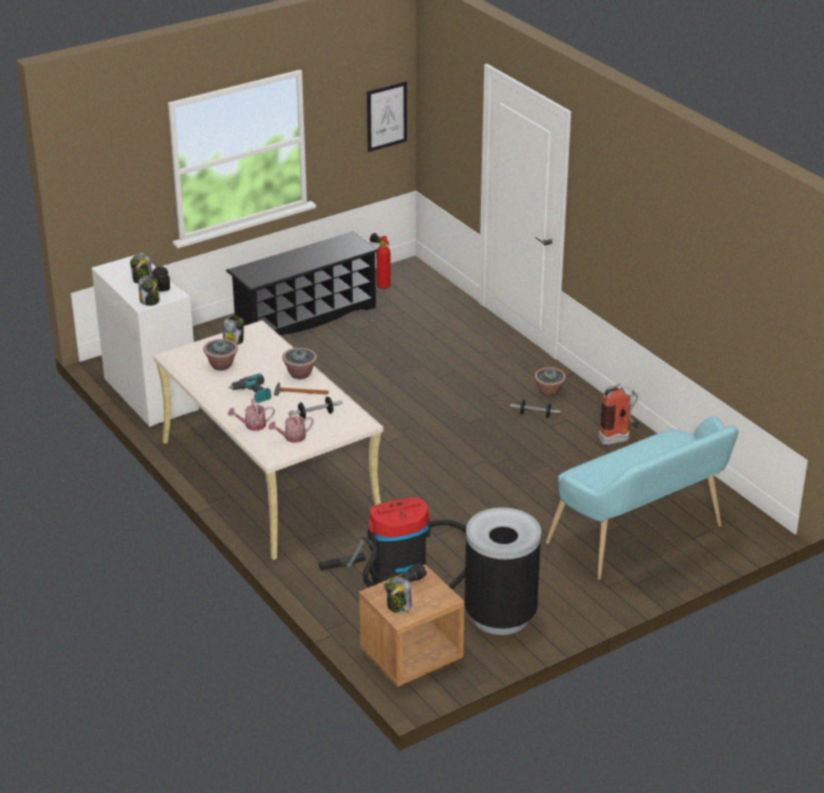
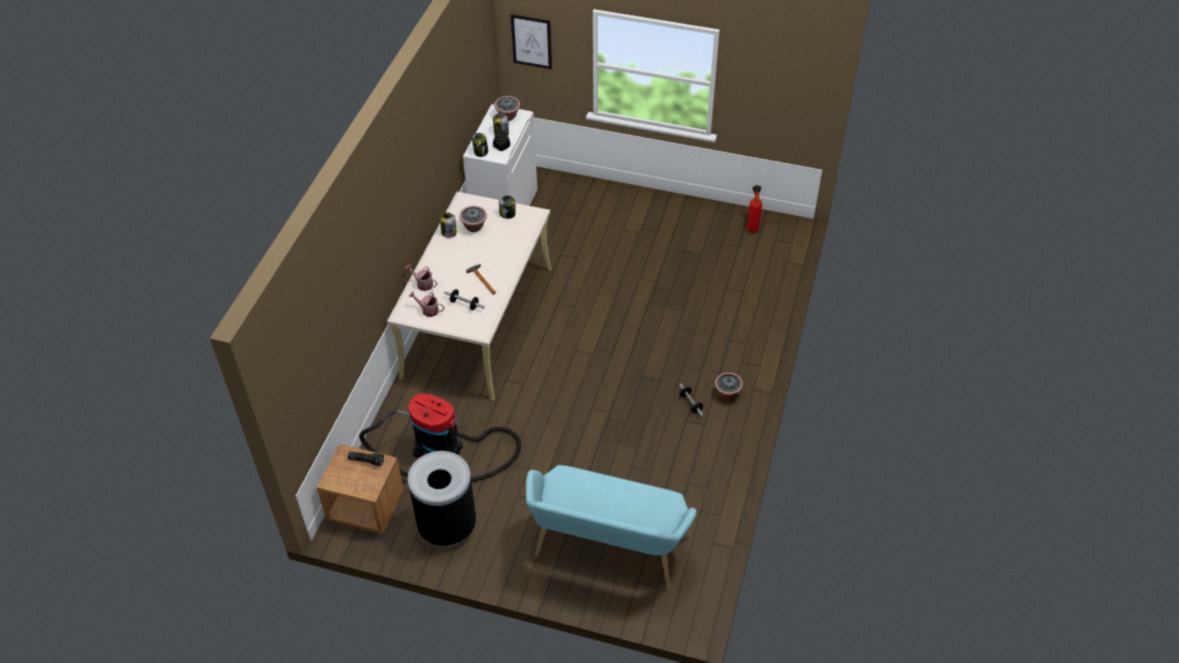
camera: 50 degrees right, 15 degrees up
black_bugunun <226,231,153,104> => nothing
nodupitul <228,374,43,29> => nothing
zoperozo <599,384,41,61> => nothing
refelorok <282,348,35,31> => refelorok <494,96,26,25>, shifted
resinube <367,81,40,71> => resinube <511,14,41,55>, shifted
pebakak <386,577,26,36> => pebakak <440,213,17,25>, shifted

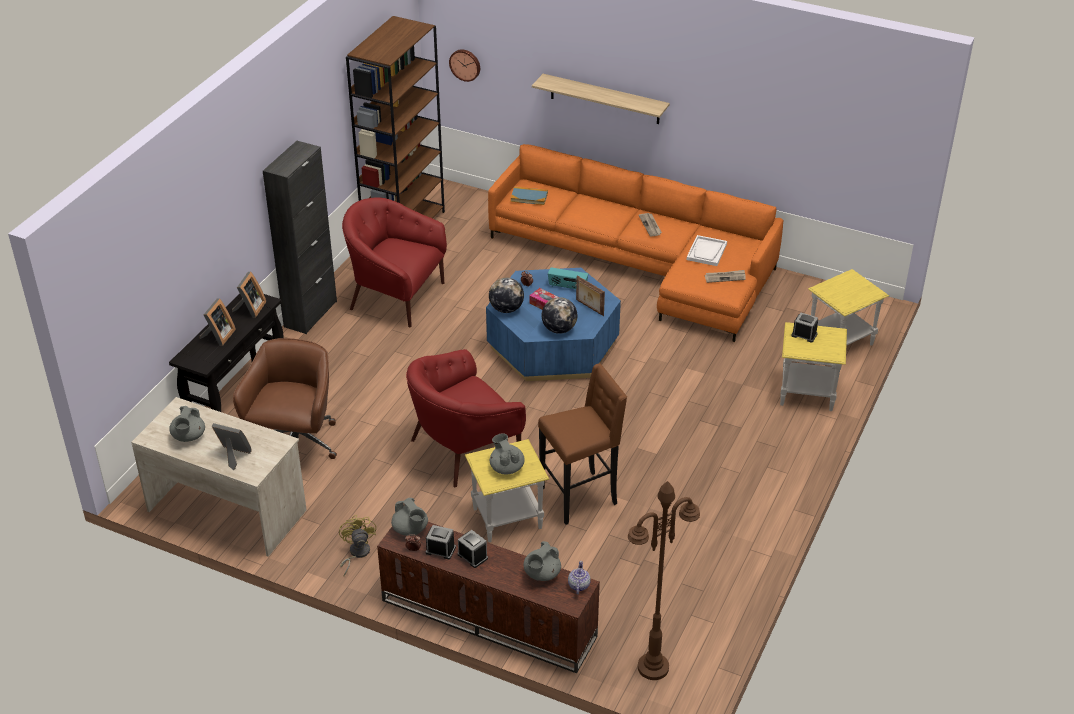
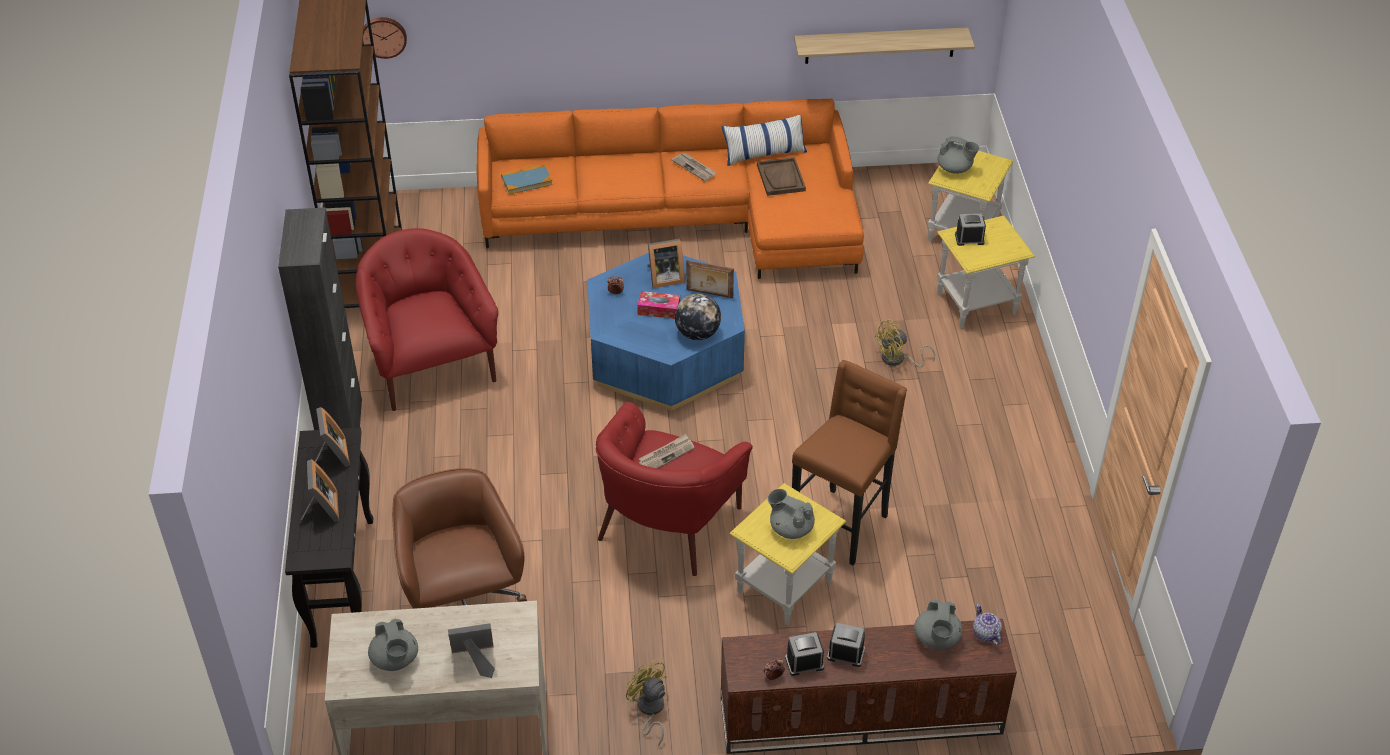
camera: 30 degrees left, 5 degrees up
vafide <489,278,35,35> => nothing
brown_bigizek <628,481,72,199> => nothing
nothing => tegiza <722,115,85,51>
nothing => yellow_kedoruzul <874,319,61,48>
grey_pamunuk <391,498,37,38> => grey_pamunuk <938,136,41,38>, shifted
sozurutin <532,74,138,50> => sozurutin <794,27,181,37>, shifted
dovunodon <705,270,41,13> => dovunodon <639,434,56,34>, shifted
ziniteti <548,267,40,22> => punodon <647,239,38,49>
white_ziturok <687,235,40,31> => brown_ziturok <757,157,49,39>
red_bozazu <342,197,105,131> => red_bozazu <356,228,142,183>, 75 degrees clockwise

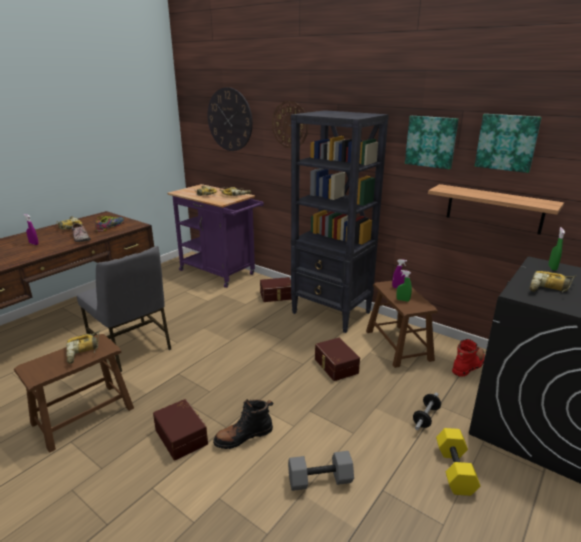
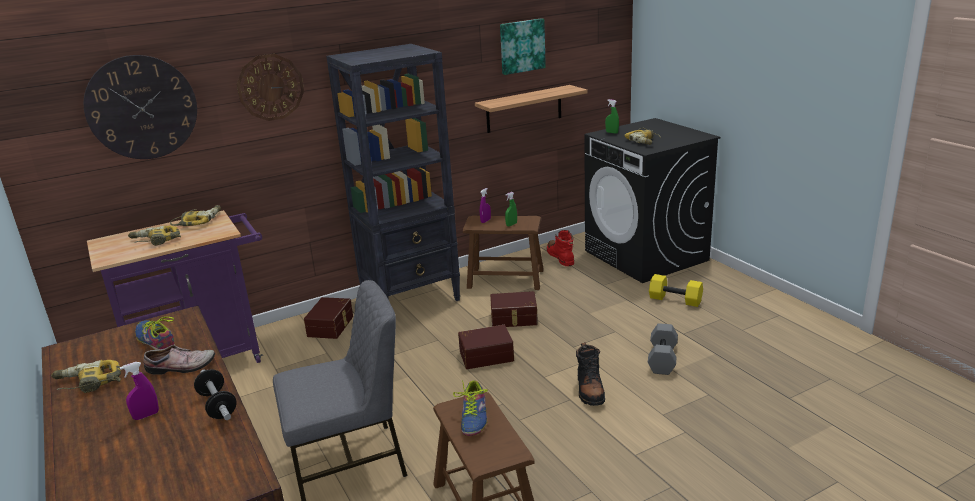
camera: 65 degrees left, 0 degrees up
resinube <405,116,54,53> => nothing
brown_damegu <153,399,55,62> => brown_damegu <458,325,56,44>, shifted
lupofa <413,392,28,38> => lupofa <194,369,43,51>, shifted
nodupitul <66,330,34,34> => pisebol <453,380,35,56>

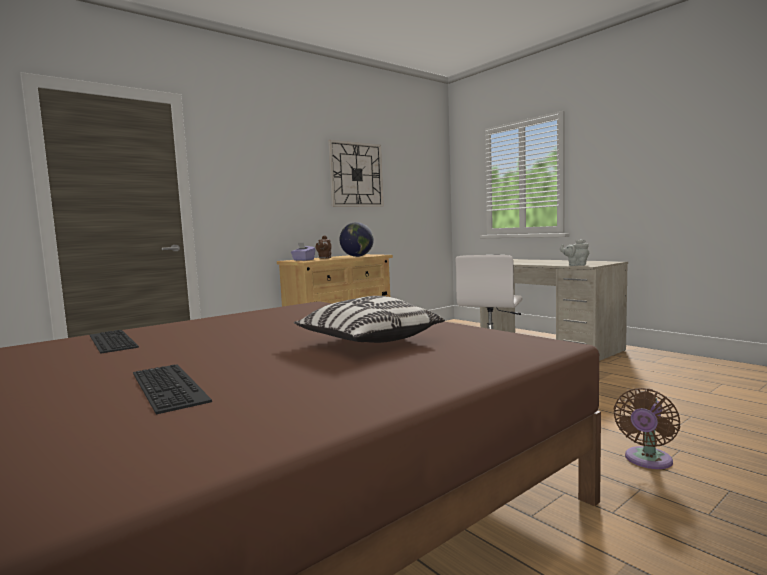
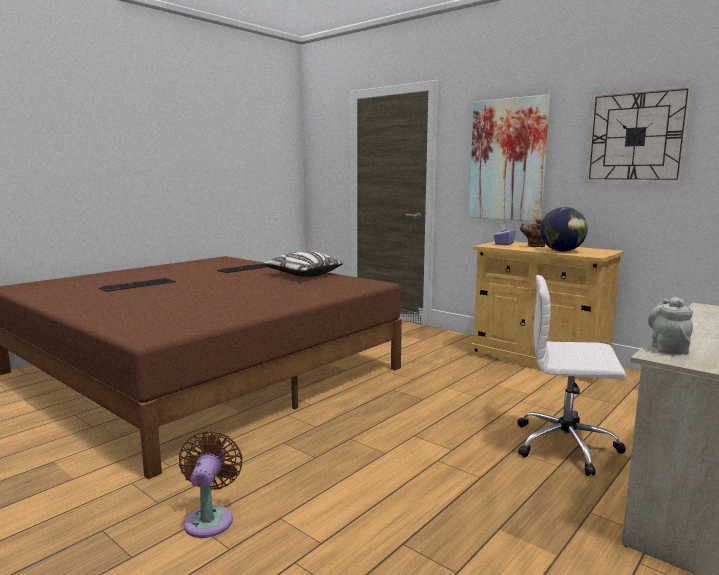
camera: 80 degrees right, 5 degrees up
nothing => resinube <469,94,81,127>
tegiza <294,296,151,47> => tegiza <262,251,81,26>, shifted
brown_kedoruzul <613,388,67,81> => brown_kedoruzul <179,431,64,107>, 60 degrees clockwise

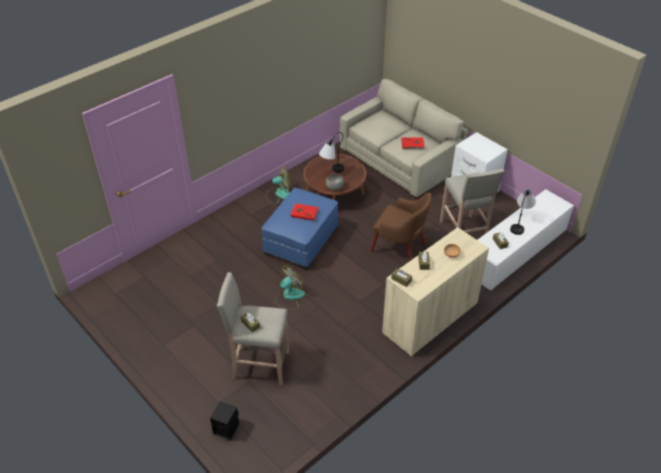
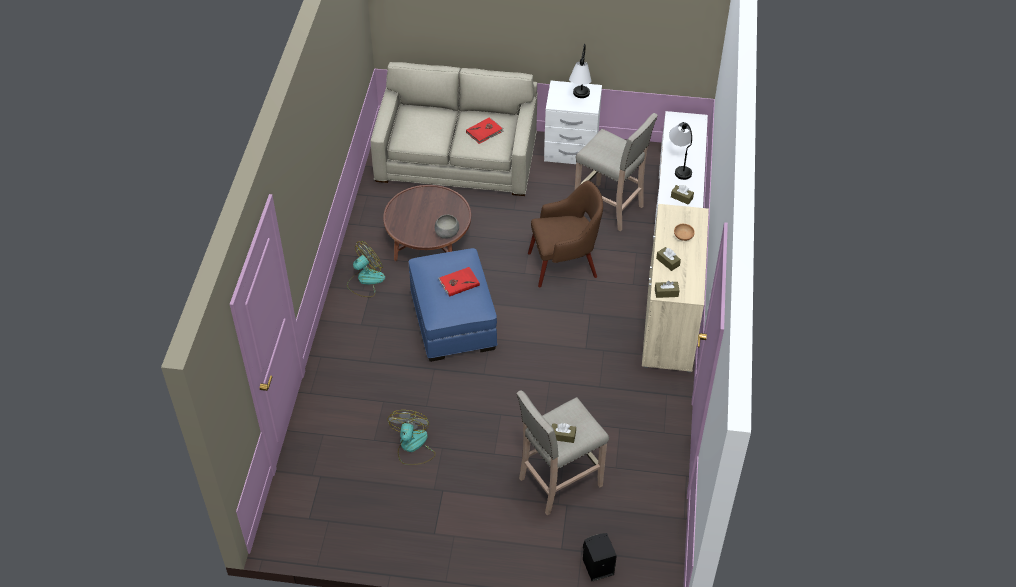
camera: 40 degrees left, 5 degrees up
kedoruzul <275,265,30,45> => kedoruzul <387,410,49,55>, shifted
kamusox <319,132,25,40> => kamusox <569,44,23,54>, shifted

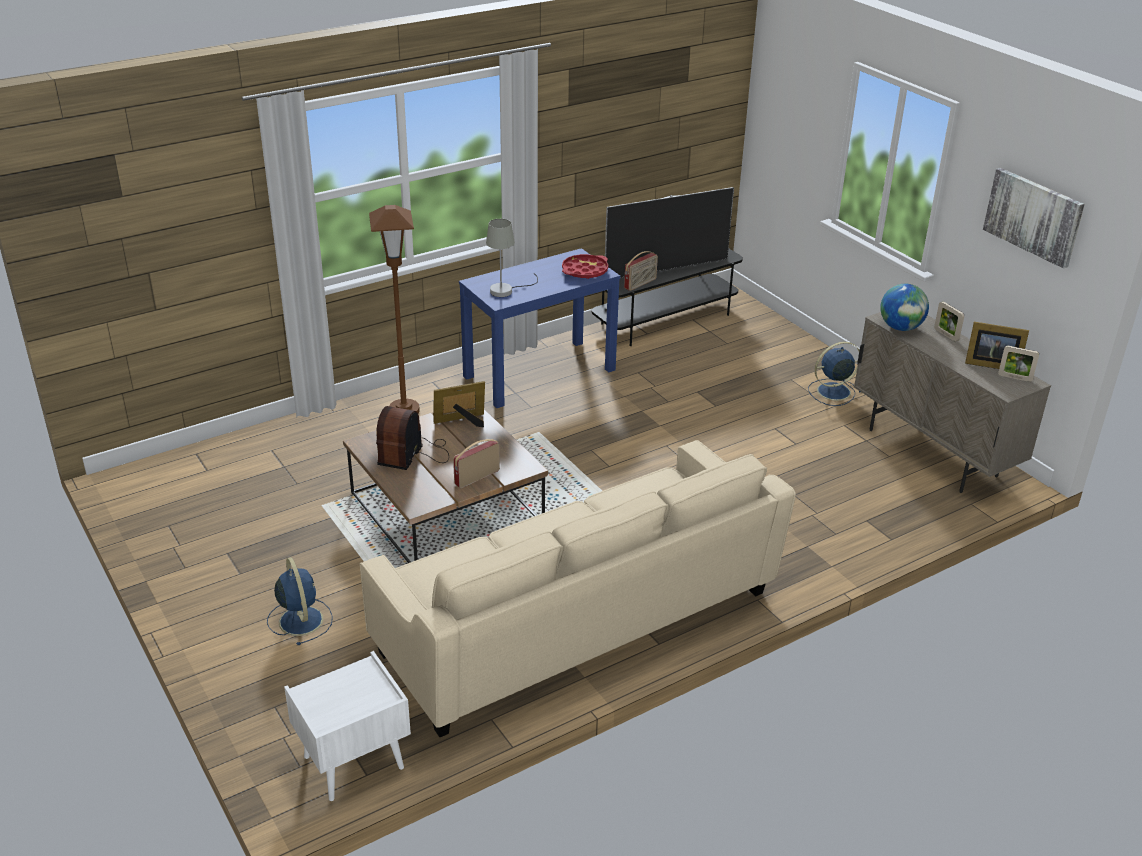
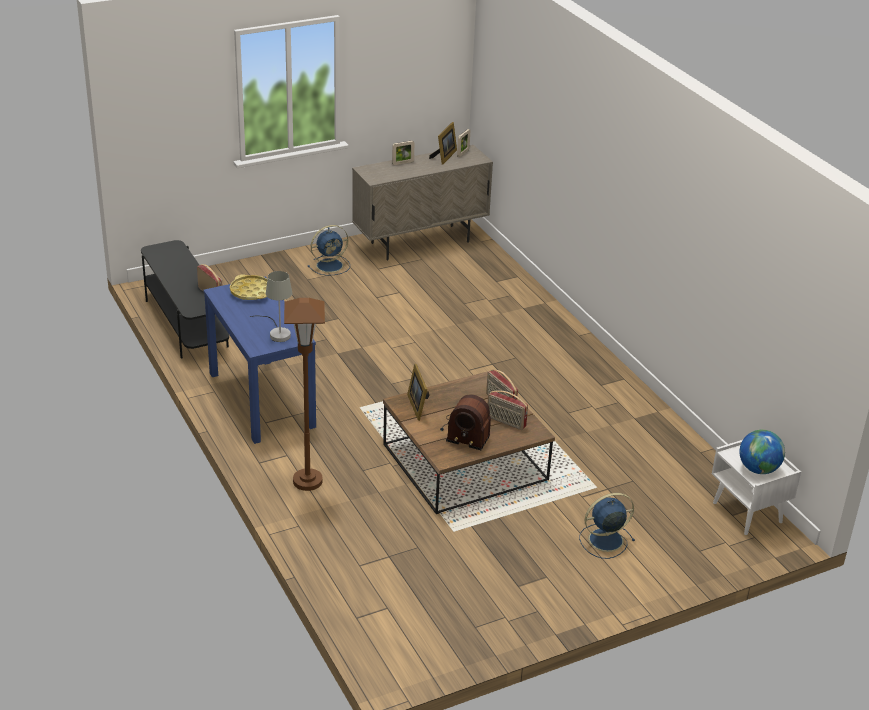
camera: 85 degrees left, 0 degrees up
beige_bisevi <360,440,436,297> => nothing
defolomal <605,187,129,91> => nothing
resinube <983,168,102,101> => nothing
nothing => ziniteti <488,390,40,40>
vafide <880,284,49,47> => vafide <739,430,46,44>, shifted
red_ziturok <562,254,46,25> => yellow_ziturok <230,275,37,25>
blue_kedoruzul <808,342,53,64> => blue_kedoruzul <308,225,42,51>, 105 degrees counterclockwise

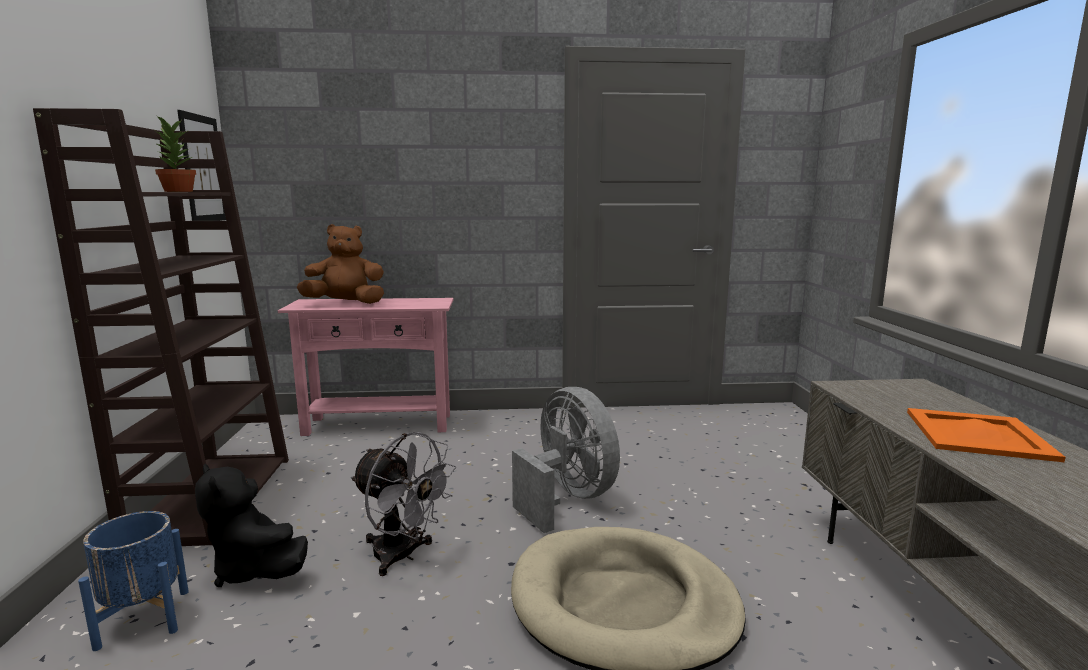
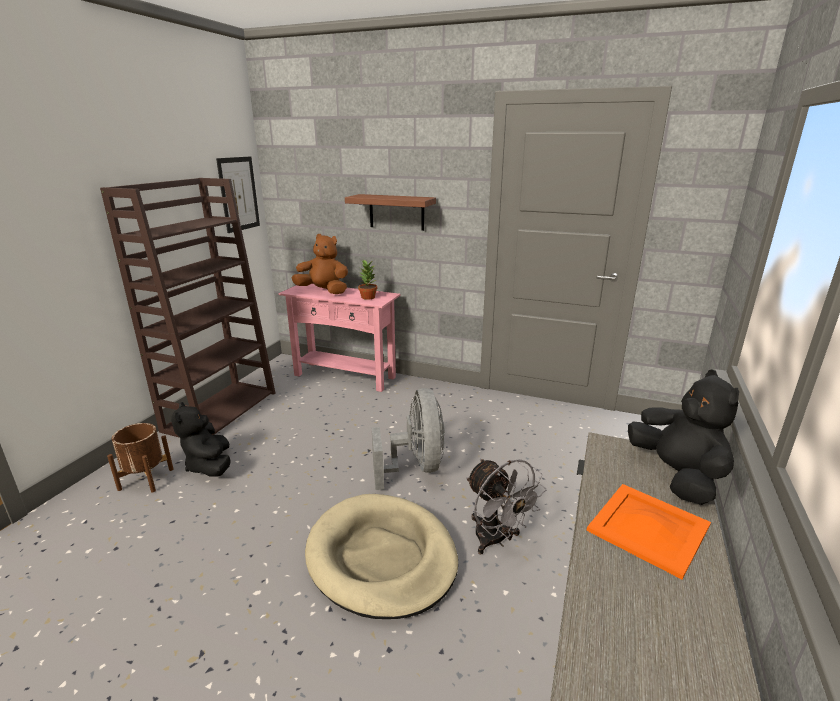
camera: 25 degrees right, 10 degrees up
nothing => sozurutin <345,194,91,37>
nothing => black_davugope <628,369,111,136>
refelorok <155,115,41,77> => refelorok <358,260,19,40>, shifted
grey_kedoruzul <351,432,105,144> => grey_kedoruzul <466,459,80,96>, shifted
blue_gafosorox <78,511,111,140> => brown_gafosorox <107,423,67,69>

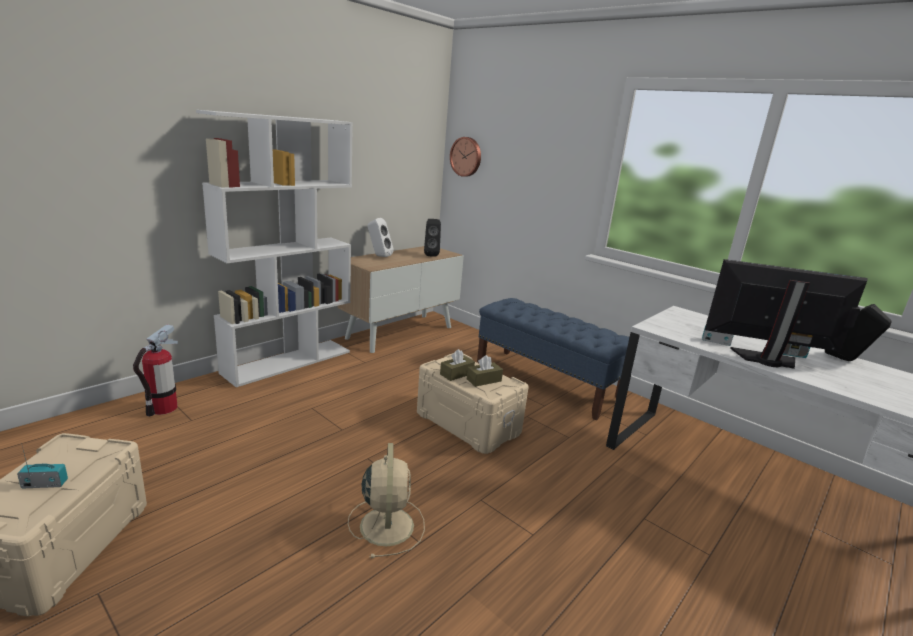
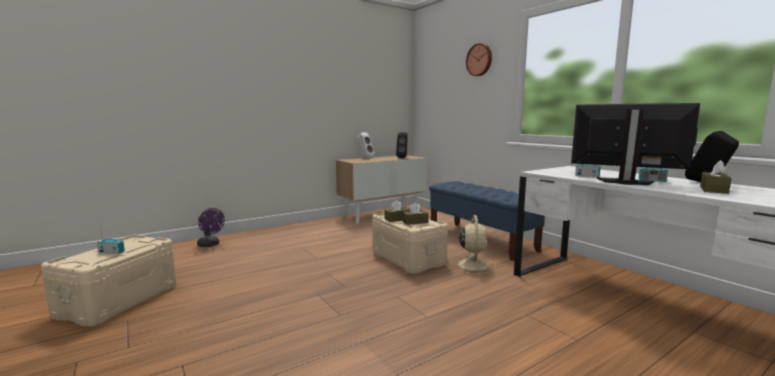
camera: 15 degrees right, 10 degrees down
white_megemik <196,110,157,277> => nothing
nothing => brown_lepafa <700,160,31,34>
beige_kedoruzul <348,443,77,115> => beige_kedoruzul <450,215,46,59>, shifted
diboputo <450,137,31,40> => diboputo <466,43,26,33>, shifted
zoperozo <133,324,45,92> => purple_kedoruzul <197,208,28,39>

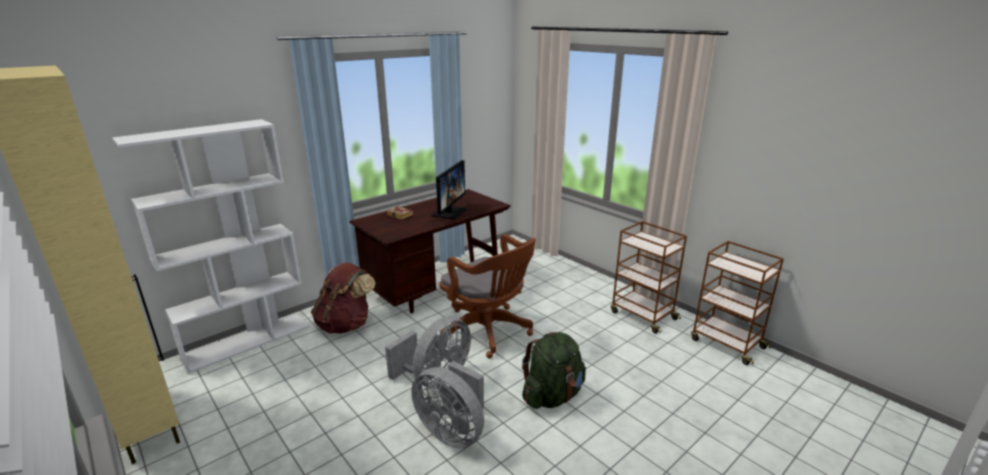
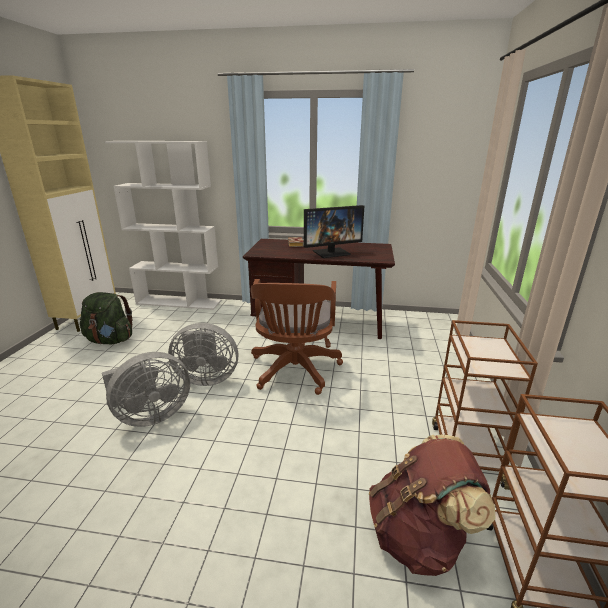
camera: 50 degrees right, 0 degrees up
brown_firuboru <311,262,64,72> => brown_firuboru <369,435,127,141>, shifted
green_firuboru <522,332,64,77> => green_firuboru <80,292,53,52>, shifted
grey_kedoruzul <412,361,72,88> => grey_kedoruzul <102,352,88,75>, 120 degrees counterclockwise

